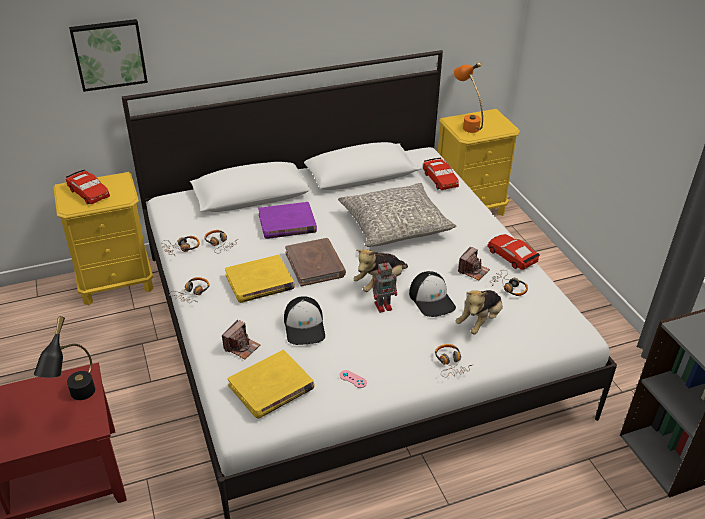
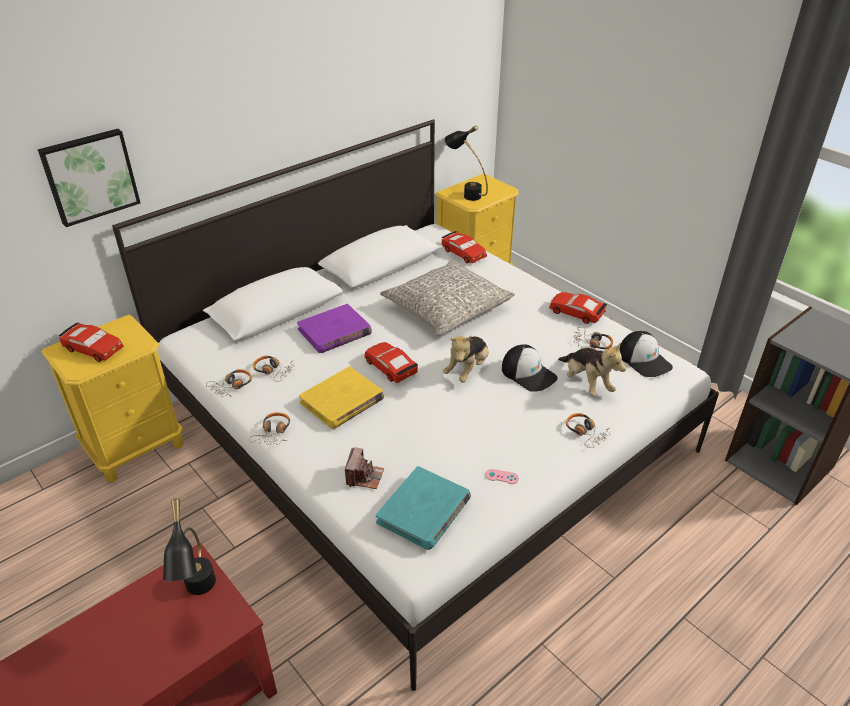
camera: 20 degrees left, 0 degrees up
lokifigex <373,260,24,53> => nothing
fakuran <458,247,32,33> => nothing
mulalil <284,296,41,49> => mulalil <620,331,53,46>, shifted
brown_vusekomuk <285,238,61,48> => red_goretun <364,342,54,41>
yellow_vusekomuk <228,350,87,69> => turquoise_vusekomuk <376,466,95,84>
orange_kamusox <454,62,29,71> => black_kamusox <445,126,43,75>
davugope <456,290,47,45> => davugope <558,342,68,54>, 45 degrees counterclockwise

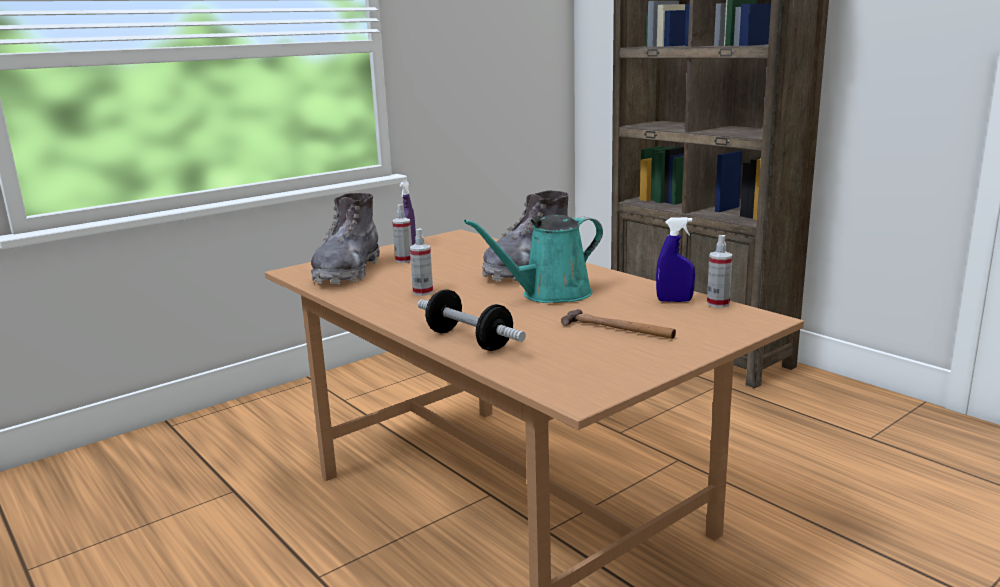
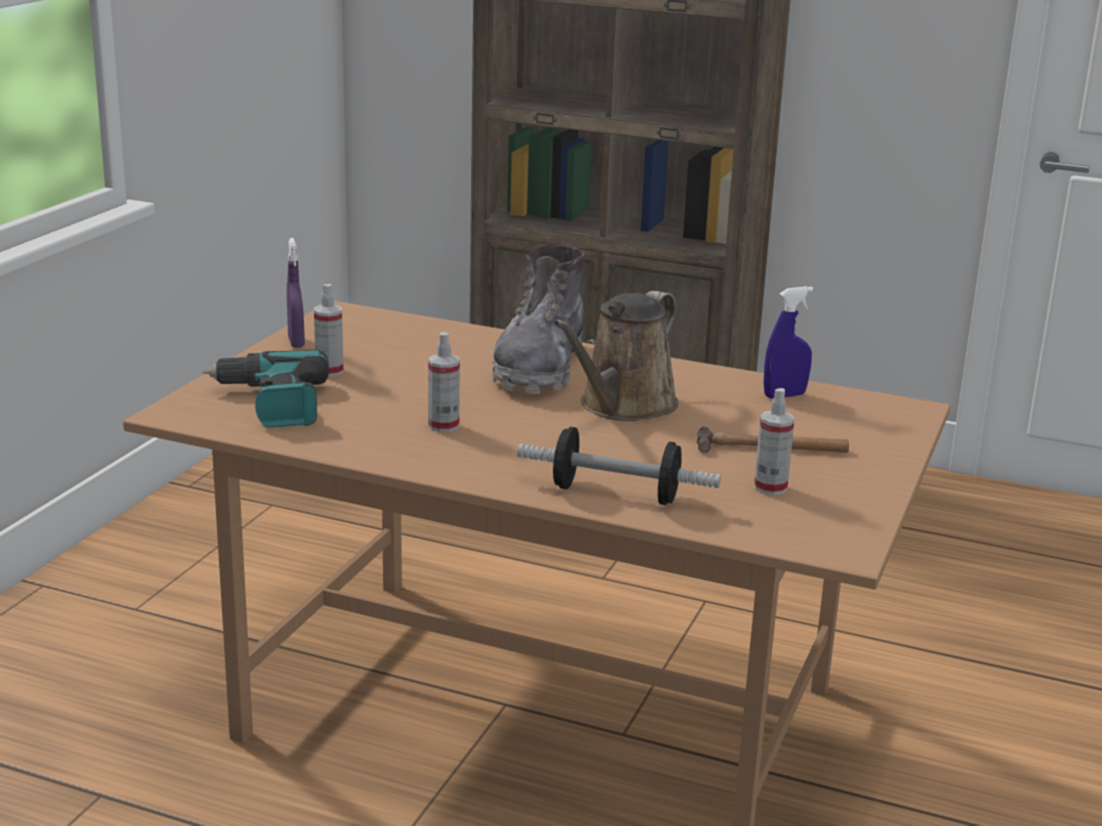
camera: 30 degrees left, 5 degrees up
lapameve <707,235,26,73> => lapameve <754,388,41,107>, shifted
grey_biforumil <311,193,69,91> => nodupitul <203,349,126,79>
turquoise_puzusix <464,215,139,88> => brown_puzusix <553,291,126,130>

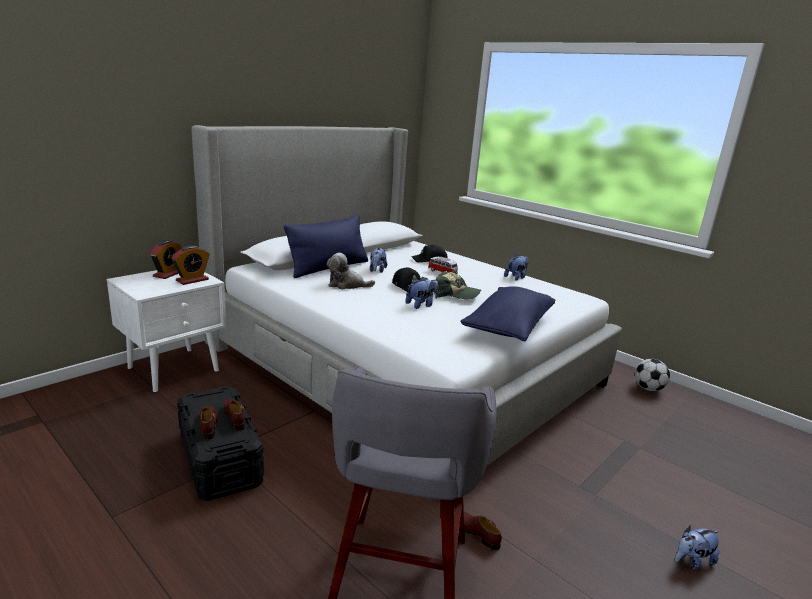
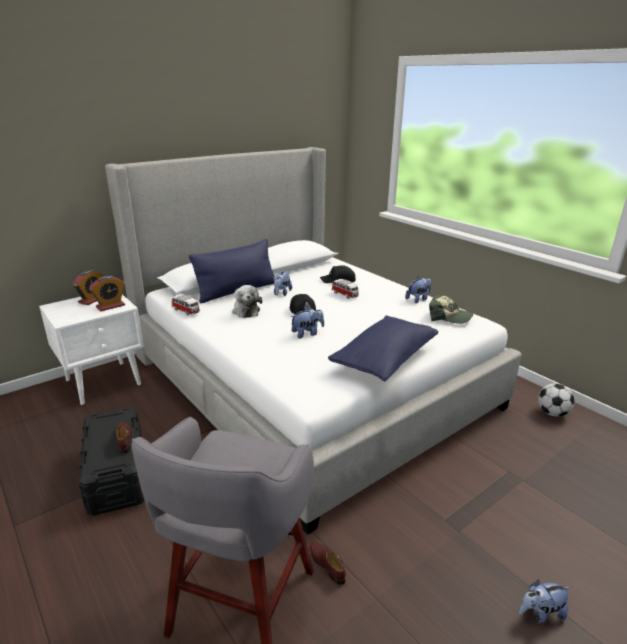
camera: 10 degrees right, 5 degrees up
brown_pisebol <199,405,19,34> => nothing
nothing => goretun <172,294,28,21>
mulalil <436,272,45,27> => mulalil <429,295,45,29>, shifted
davugope <327,253,48,36> => davugope <232,285,30,33>, 120 degrees counterclockwise

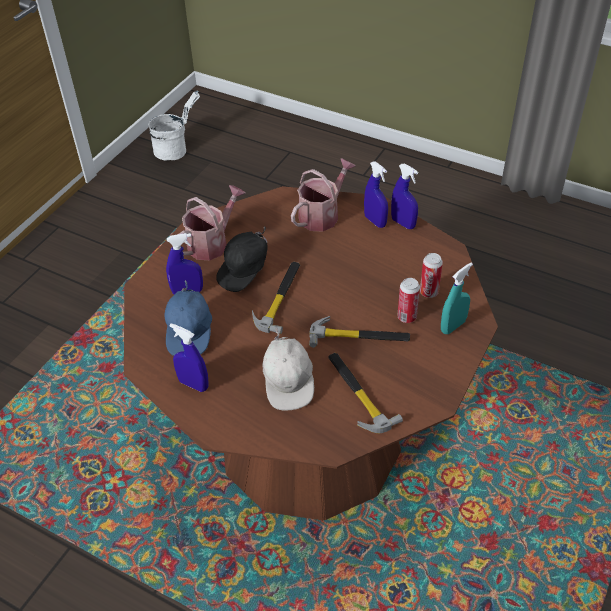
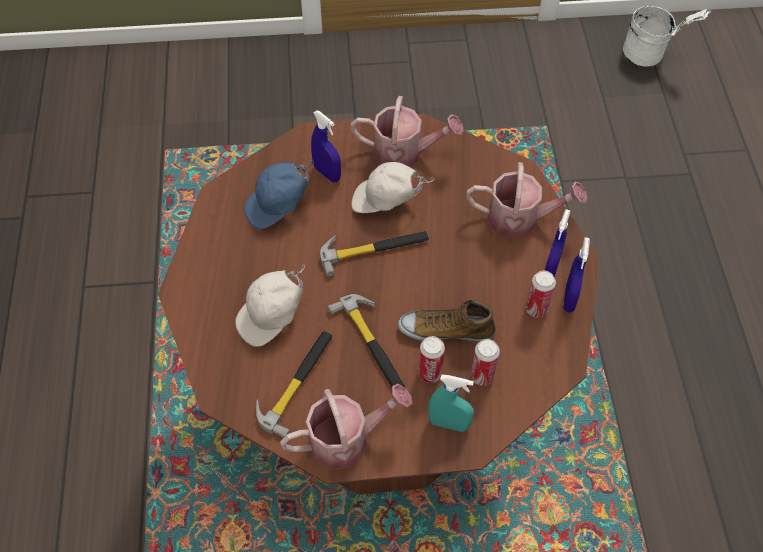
camera: 55 degrees right, 10 degrees up
blue_lapameve <169,323,39,69> => nothing
nothing => puzusix <280,384,132,85>
nothing => pisebol <398,299,98,43>
nothing => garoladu <526,270,30,48>
black_mulalil <216,226,52,66> => white_mulalil <351,162,83,51>

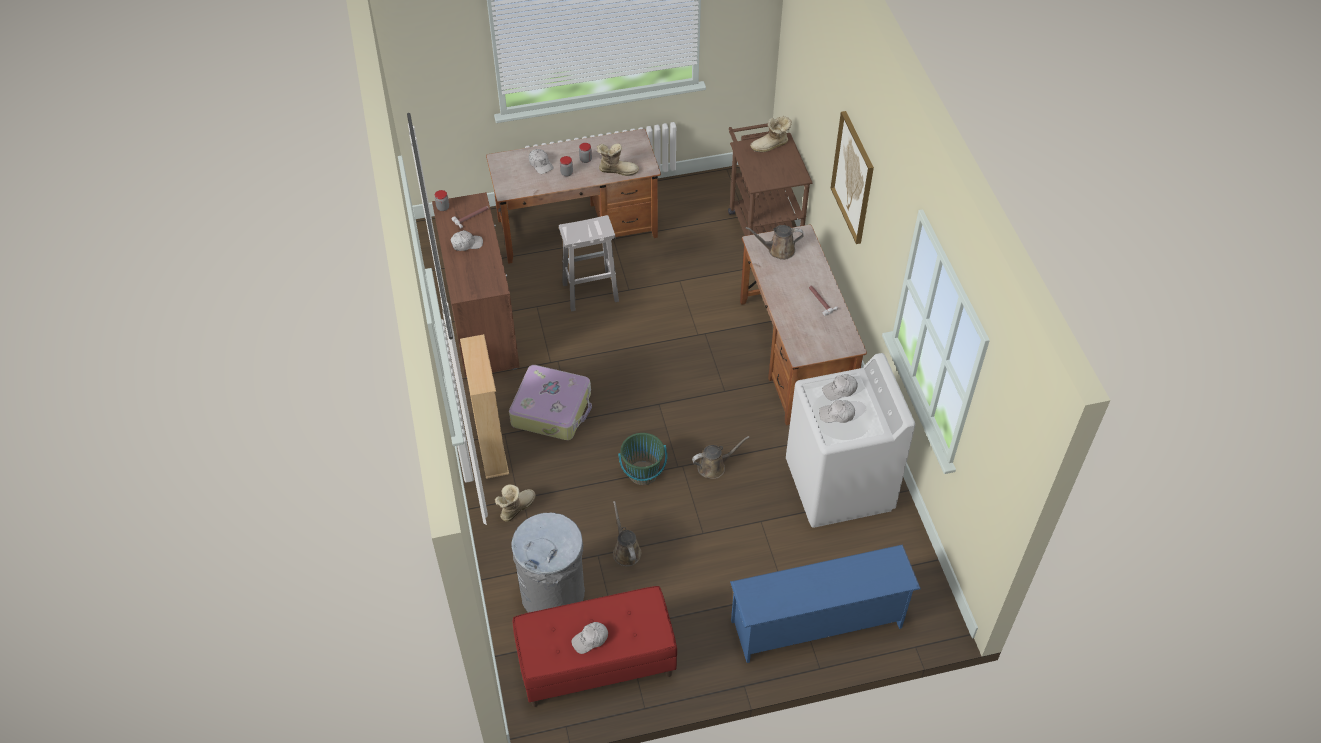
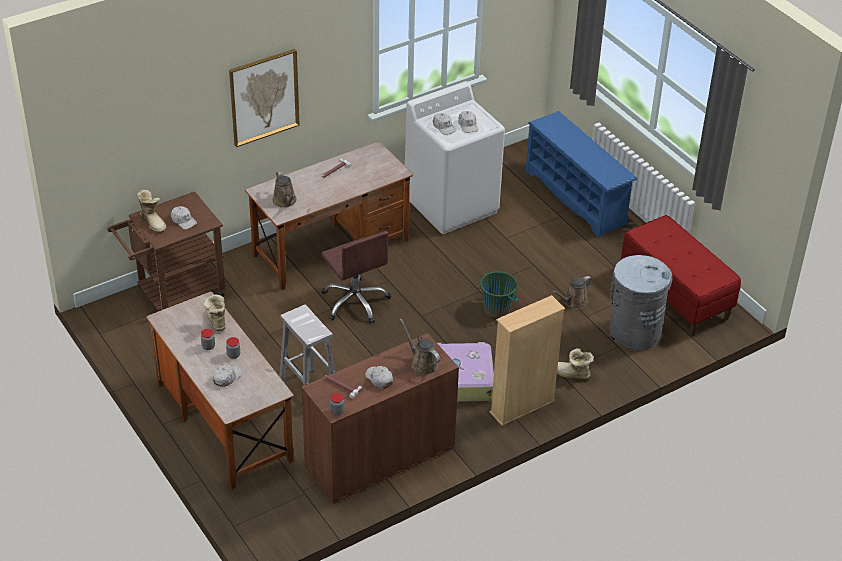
camera: 110 degrees left, 10 degrees down
nothing => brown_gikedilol <321,231,70,93>
white_mulalil <571,622,37,32> => white_mulalil <171,206,26,24>, shifted
brown_puzusix <692,436,58,43> => brown_puzusix <400,319,40,56>, shifted

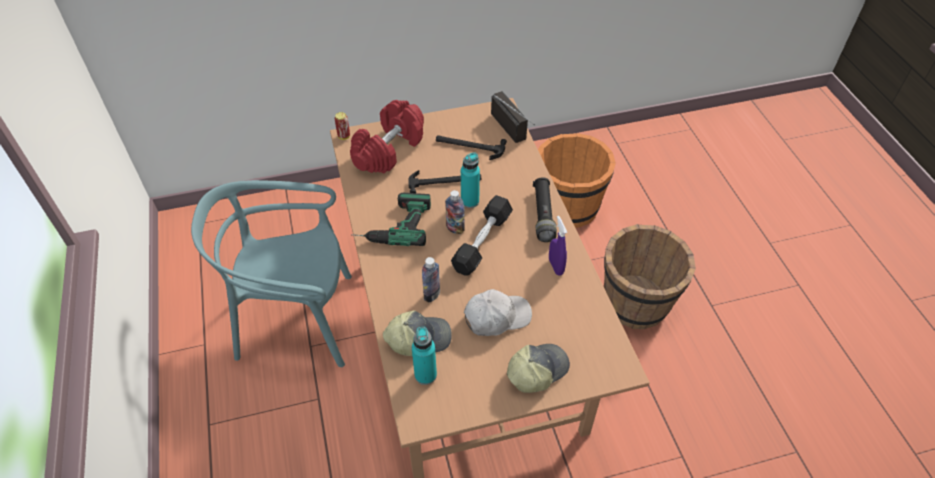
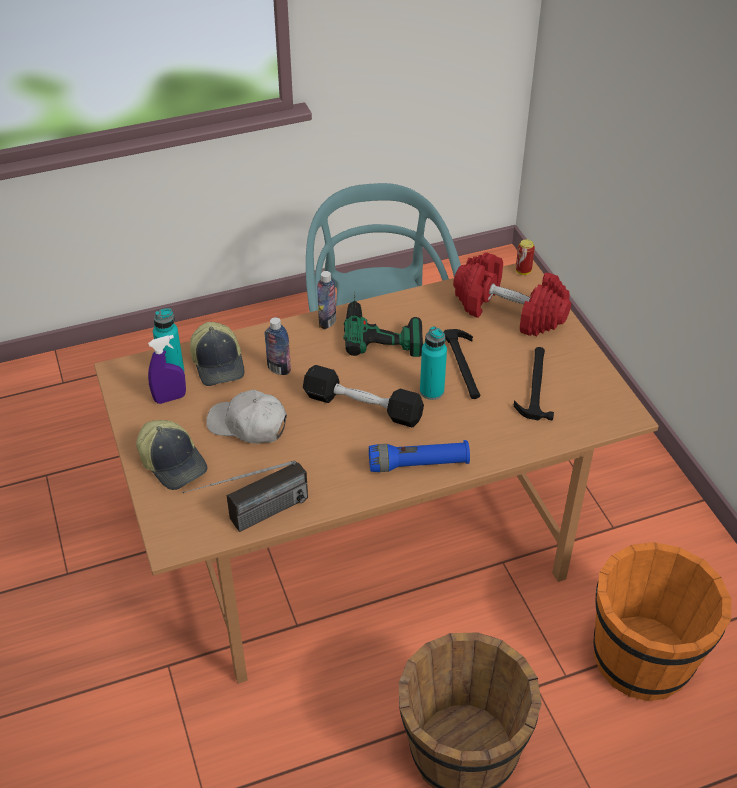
camera: 85 degrees right, 5 degrees down
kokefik <445,190,20,44> => kokefik <317,271,19,58>, shifted
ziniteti <491,91,44,52> => ziniteti <183,461,125,71>, shifted
purple_lapameve <549,216,18,59> => purple_lapameve <148,335,38,69>, shifted
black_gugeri <533,177,24,65> => blue_gugeri <369,440,101,32>
white_mulalil <464,289,68,47> => white_mulalil <206,390,81,54>, 135 degrees clockwise

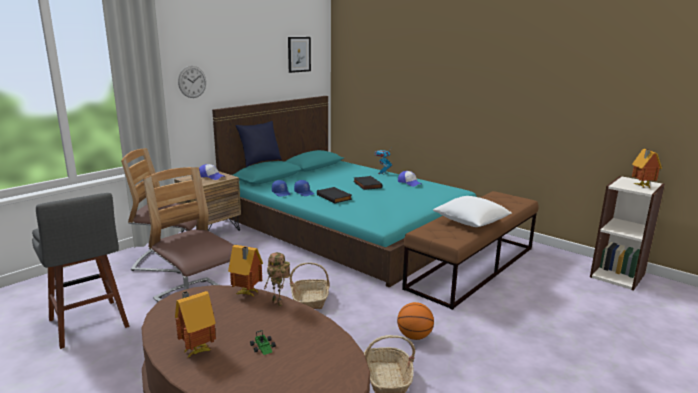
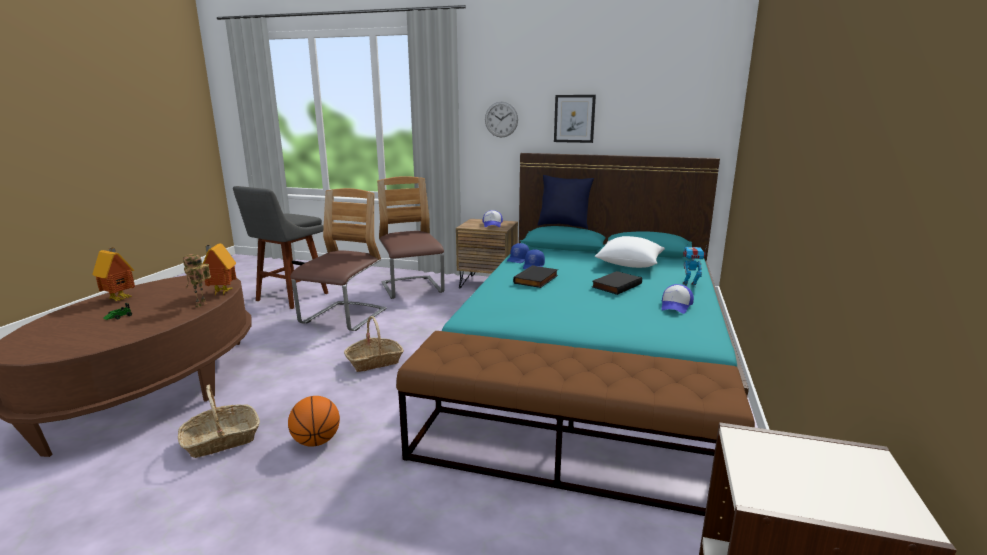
camera: 65 degrees right, 0 degrees up
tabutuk <632,149,30,39> => nothing
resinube <288,37,23,36> => resinube <554,95,42,48>, shifted
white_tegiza <433,196,79,31> => white_tegiza <595,236,70,32>, shifted

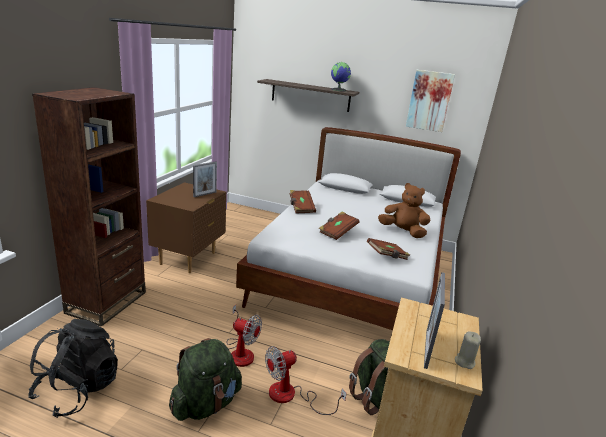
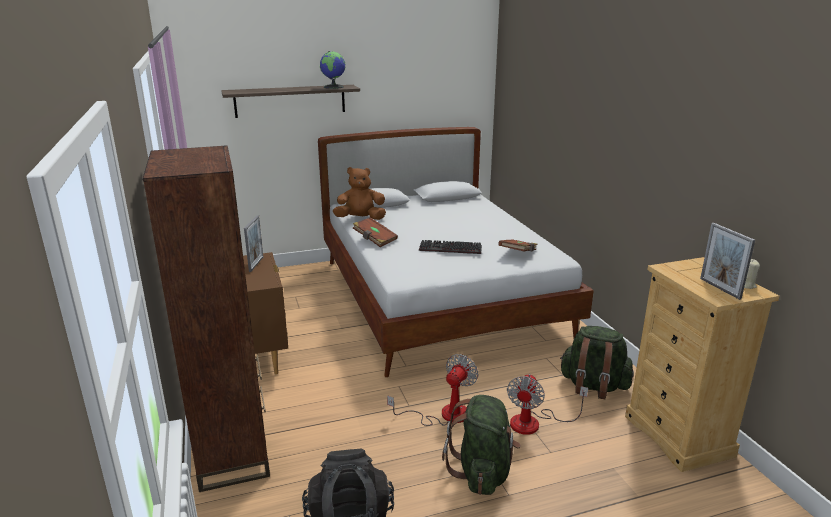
camera: 35 degrees left, 0 degrees up
resinube <406,70,49,62> => nothing
brown_davugope <378,183,53,55> => brown_davugope <333,167,53,53>, shifted
brown_vusekomuk <319,212,40,28> => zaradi <419,240,63,14>
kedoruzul <227,305,35,62> => kedoruzul <387,354,91,72>, 45 degrees counterclockwise

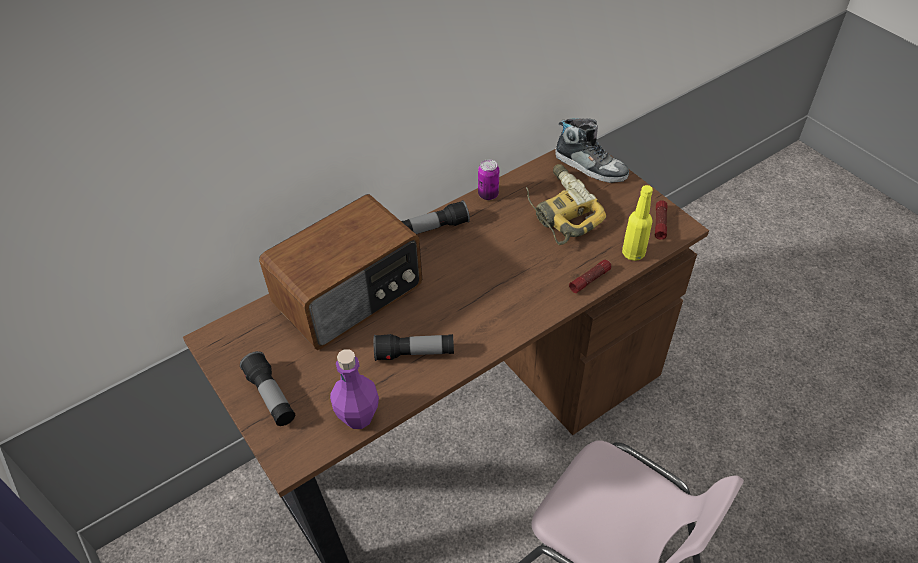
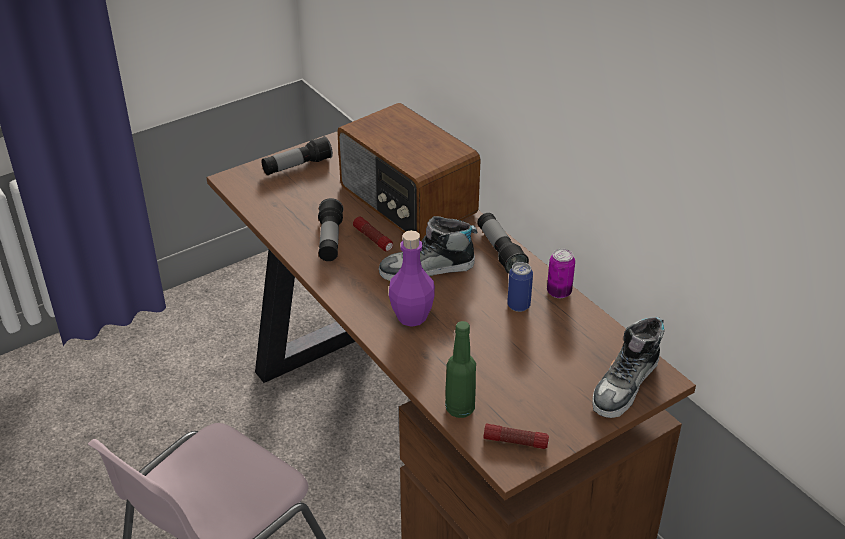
camera: 90 degrees right, 10 degrees down
nodupitul <526,164,80,81> => nothing
nothing => pisebol <379,216,98,65>
nothing => garoladu <507,262,26,50>
purple_kokefik <330,350,49,79> => purple_kokefik <389,230,46,97>, shifted
gugeri <569,260,42,33> => gugeri <353,217,40,34>, shifted
yellow_kokefik <622,185,31,76> => green_kokefik <445,321,31,97>

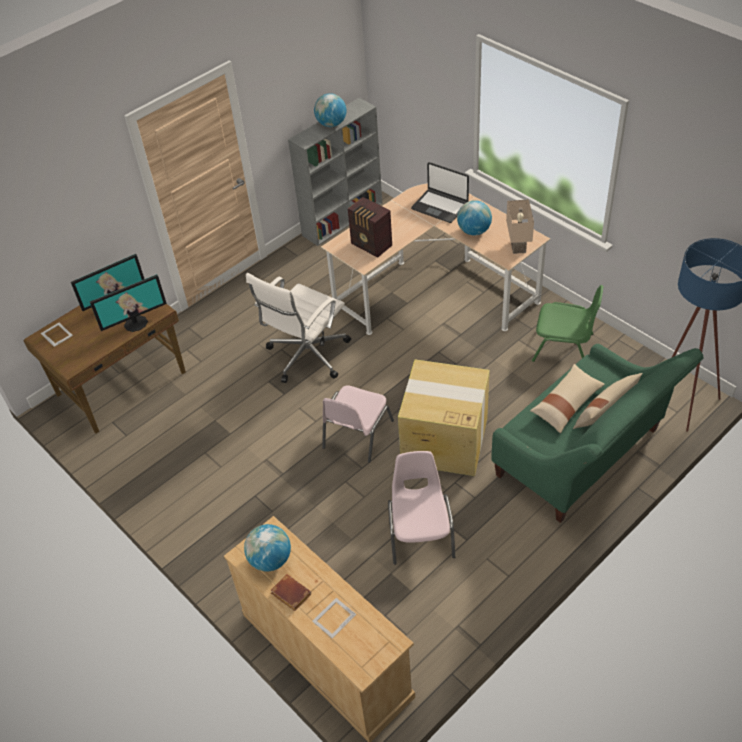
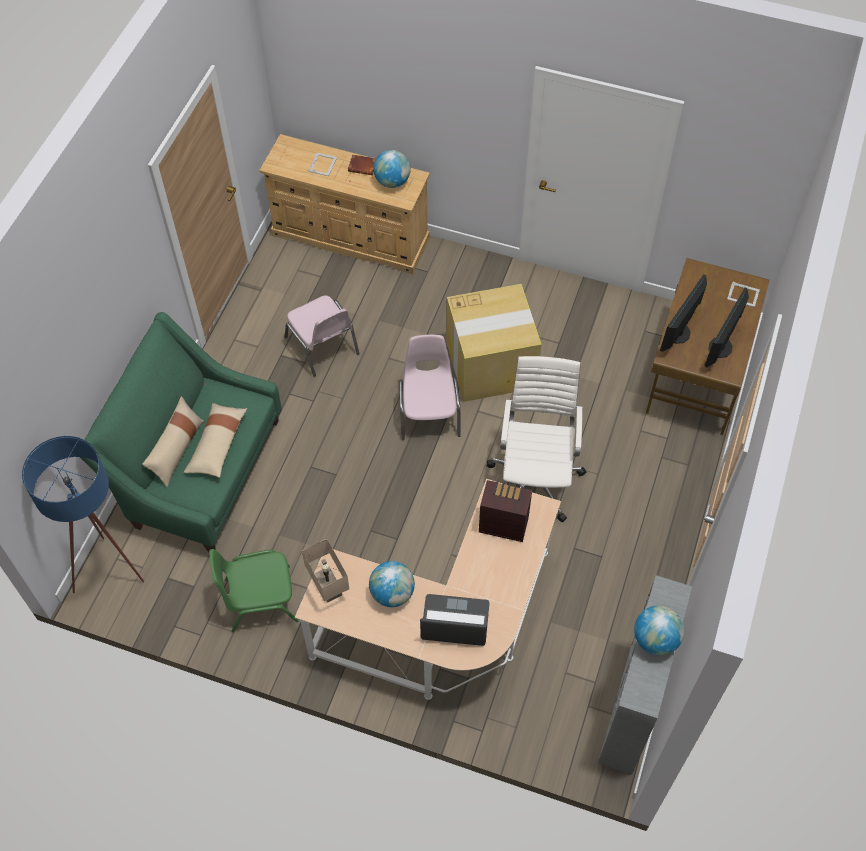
camera: 150 degrees right, 10 degrees up
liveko <398,359,92,117> => liveko <447,284,95,118>, shifted

